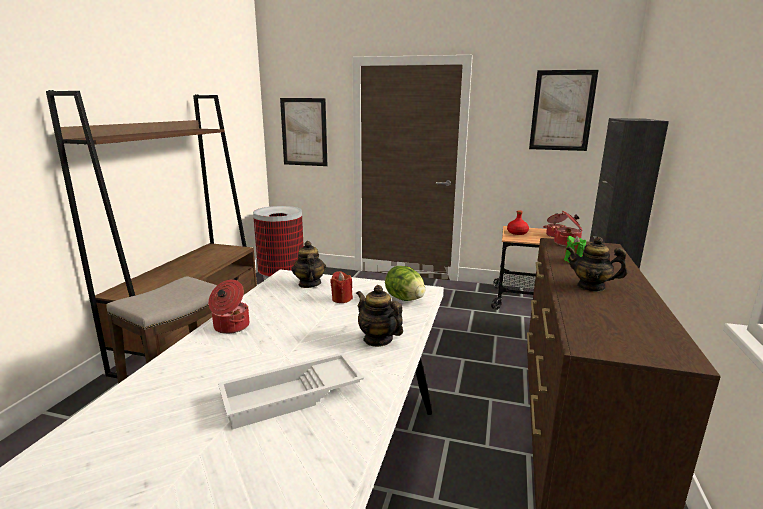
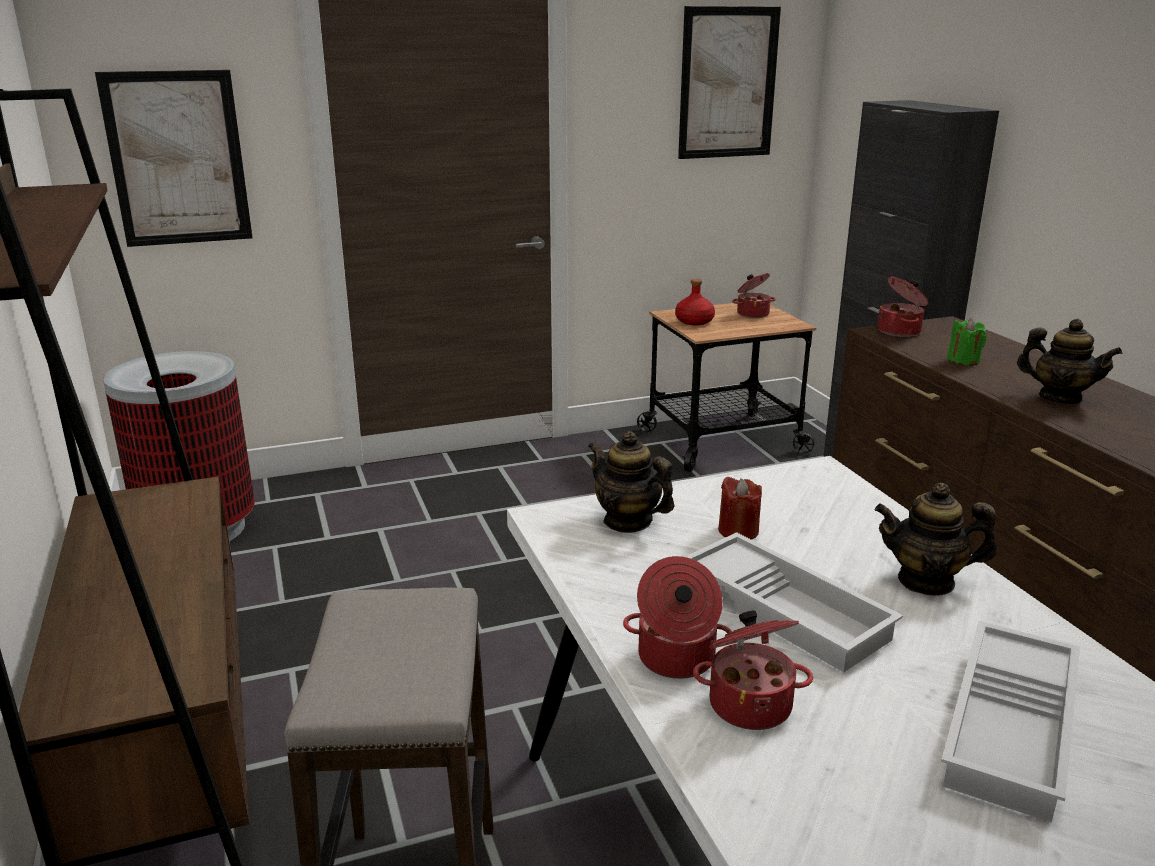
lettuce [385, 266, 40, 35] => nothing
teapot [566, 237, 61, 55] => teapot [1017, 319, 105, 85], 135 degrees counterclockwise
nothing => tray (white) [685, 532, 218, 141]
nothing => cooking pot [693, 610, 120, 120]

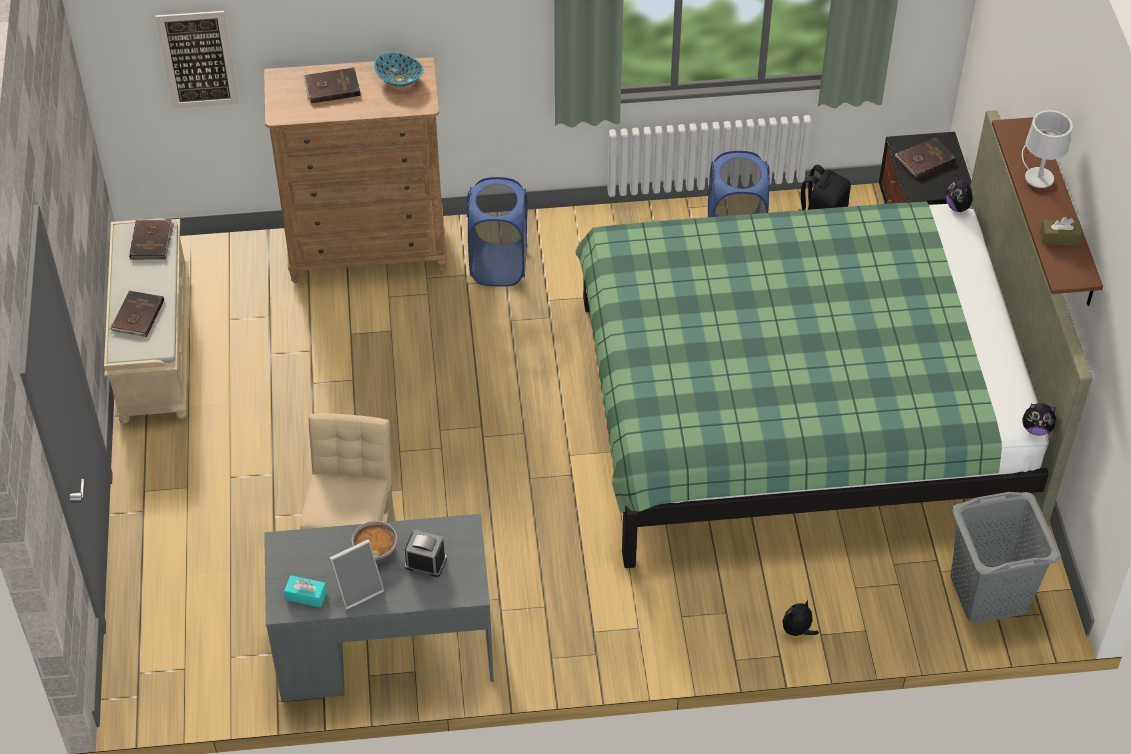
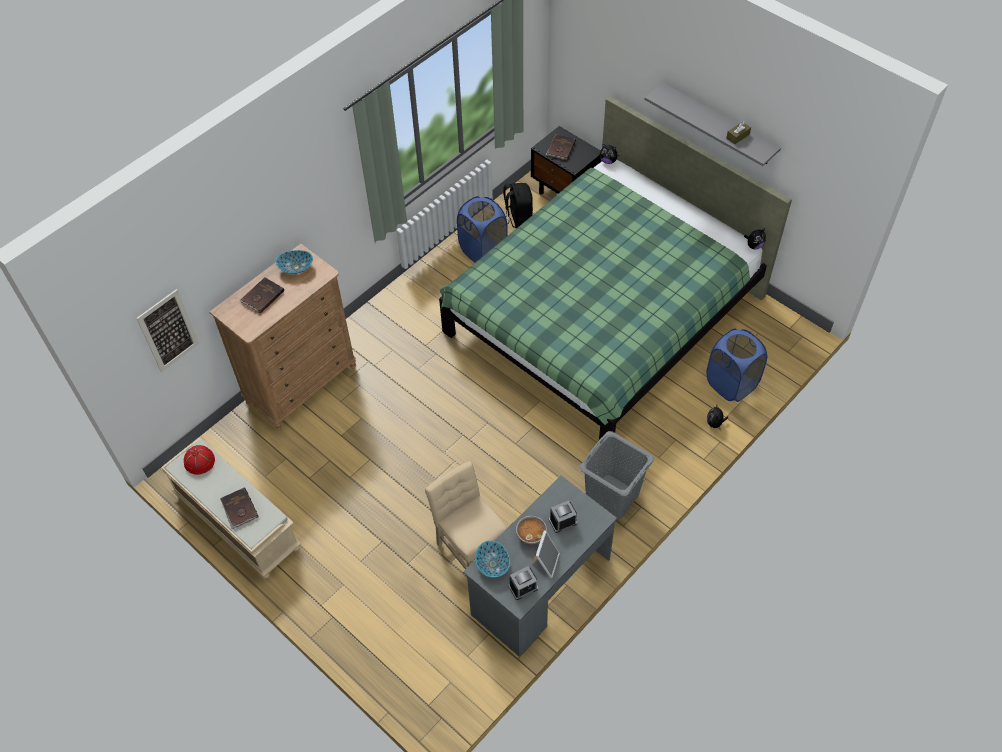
book (brown) [129, 220, 45, 39] => hat (red) [184, 445, 31, 30]
tissue box (turquoise) [284, 575, 43, 32] => alarm clock [509, 566, 29, 34]
laundry basket (blue) [467, 177, 61, 110] => laundry basket (blue) [706, 328, 61, 74], move
laundry basket (grey) [951, 492, 110, 131] => laundry basket (grey) [579, 431, 75, 89], move
shelf (brown) [992, 117, 111, 189] => shelf (grey) [645, 83, 136, 83]
table lamp (white) [1022, 110, 51, 78] => nothing
nothing => bowl [475, 540, 35, 37]

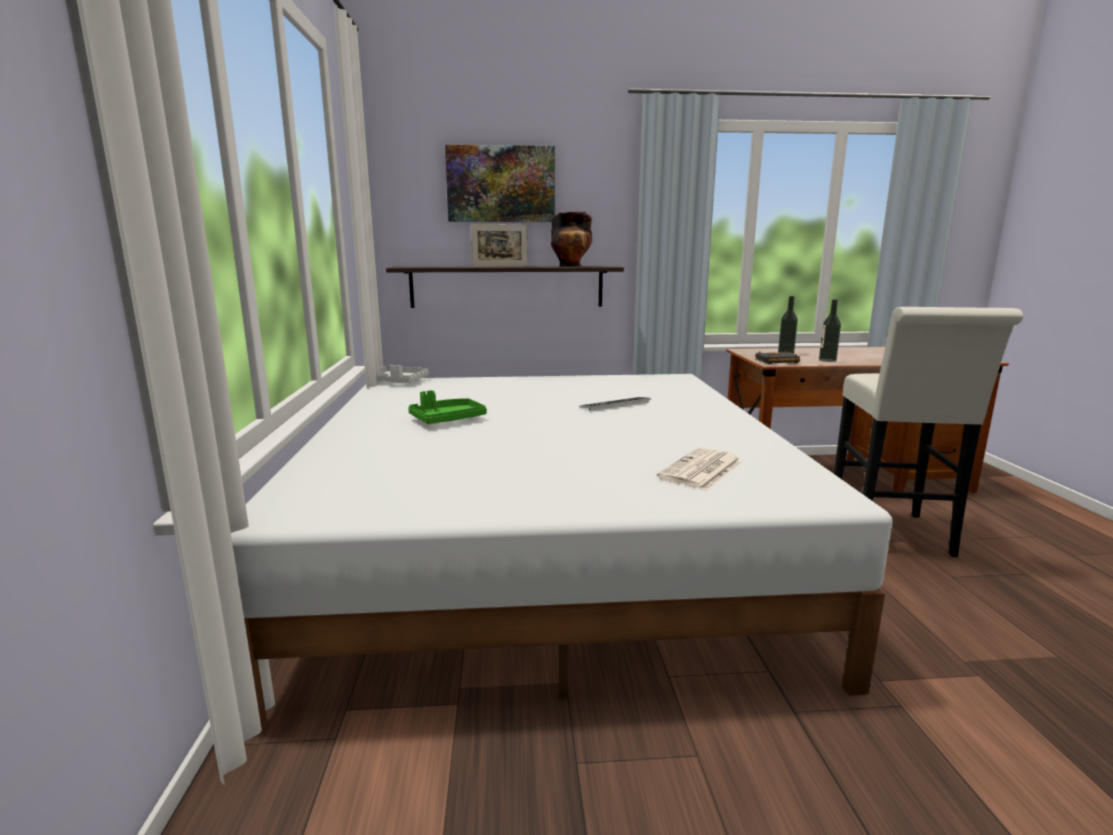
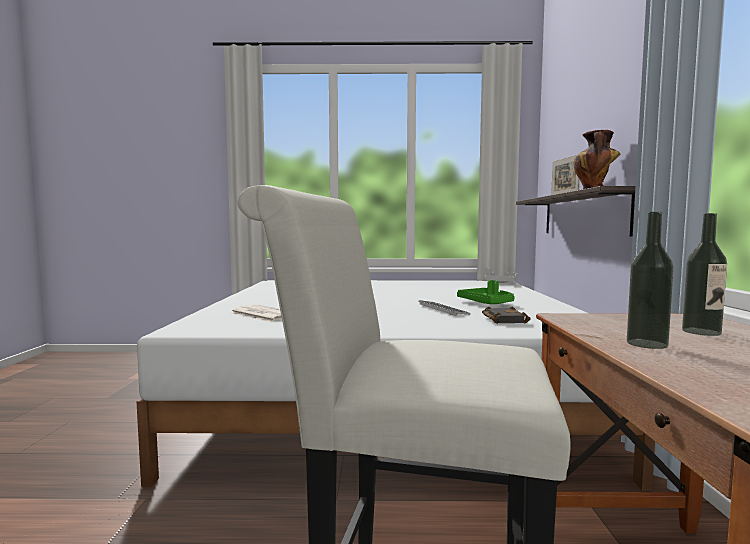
tray (green) [408, 390, 79, 34] => tray (green) [457, 280, 58, 24], move
picture [445, 145, 110, 77] => nothing
book (black) [755, 351, 45, 13] => book (black) [482, 306, 49, 18], move

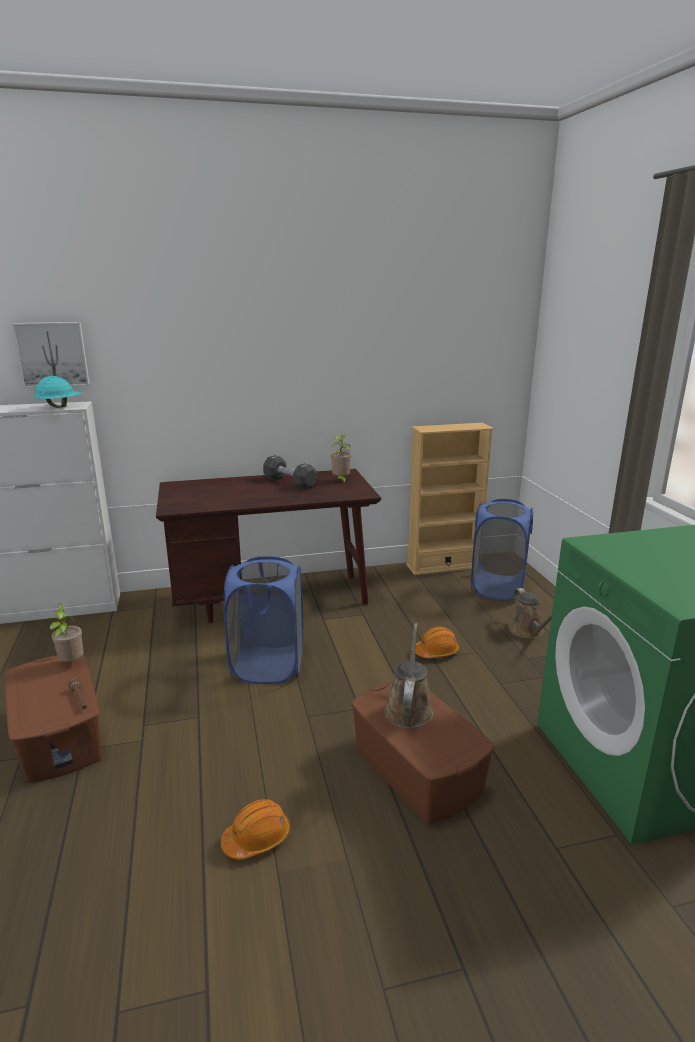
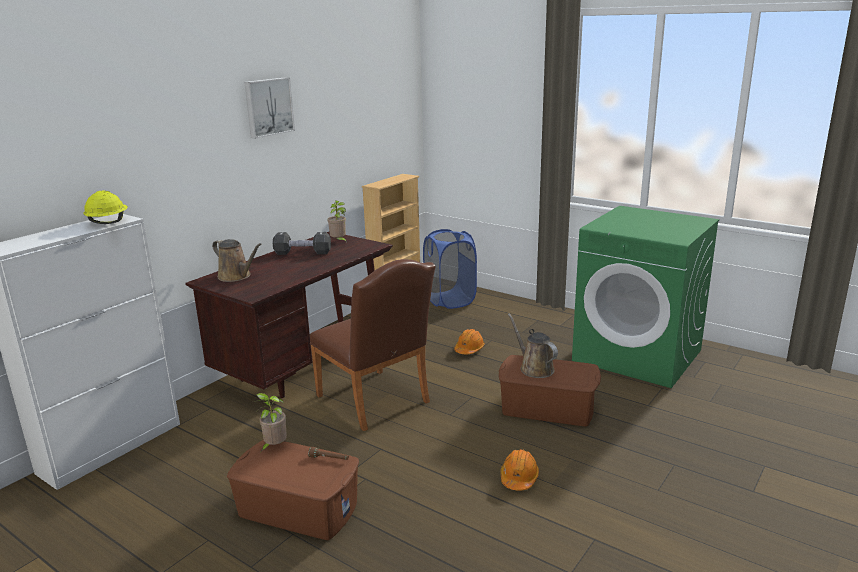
picture [12, 322, 78, 66] => picture [244, 77, 51, 61], move
hard hat (turquoise) [34, 376, 47, 32] => hard hat (yellow) [83, 191, 45, 33]
laundry basket (blue) [224, 556, 79, 128] => chair (brown) [310, 259, 126, 172]
watering can (brown) [508, 588, 44, 51] => watering can (brown) [212, 239, 50, 43], move

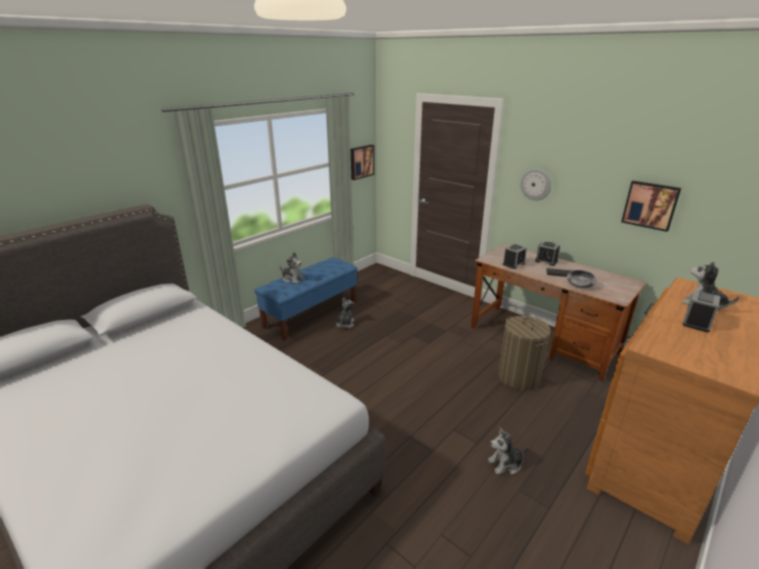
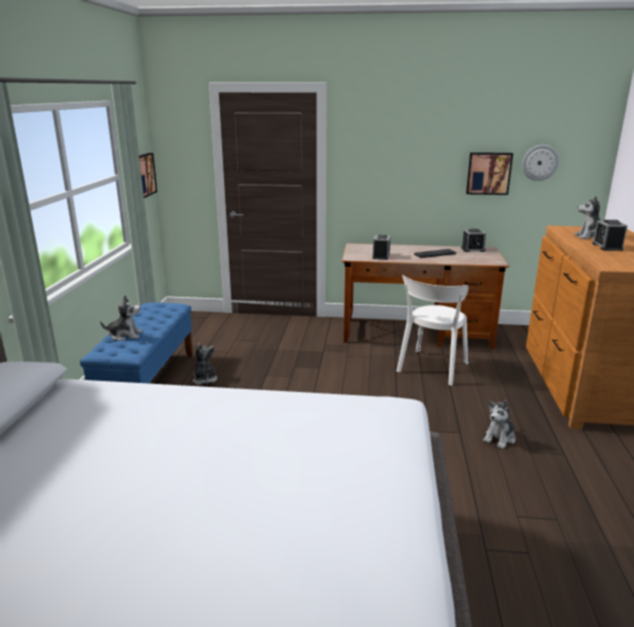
laundry basket [498, 316, 53, 75] => chair (white) [397, 275, 72, 111]
wall clock [521, 169, 30, 31] => wall clock [522, 145, 37, 36], move
alarm clock [535, 241, 25, 25] => alarm clock [461, 229, 25, 23], move
bowl [566, 270, 31, 18] => nothing

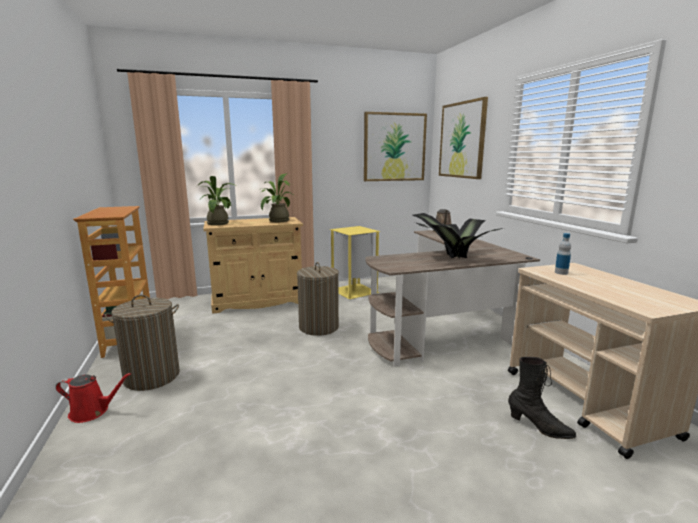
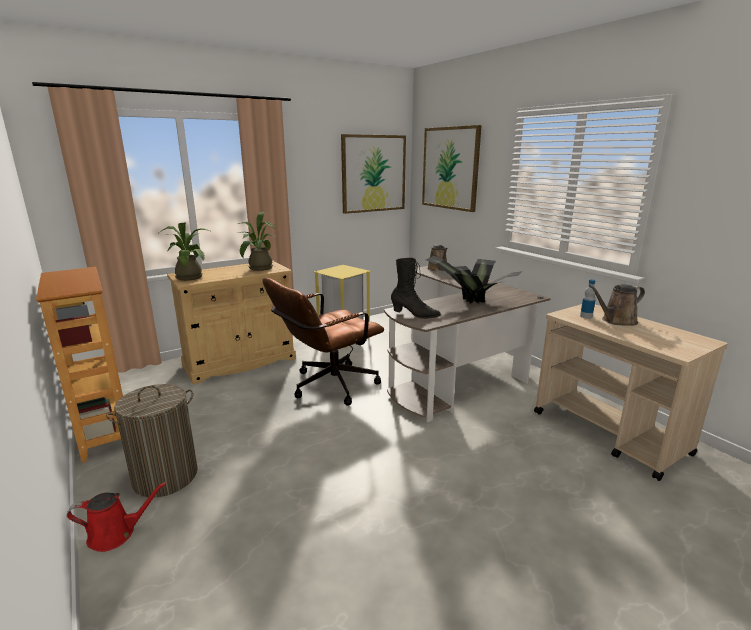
laundry basket [297, 262, 42, 74] => office chair (brown) [263, 278, 121, 128]
boot (black) [508, 357, 68, 82] => boot (black) [391, 258, 50, 61], move
nothing => watering can (brown) [589, 284, 56, 42]

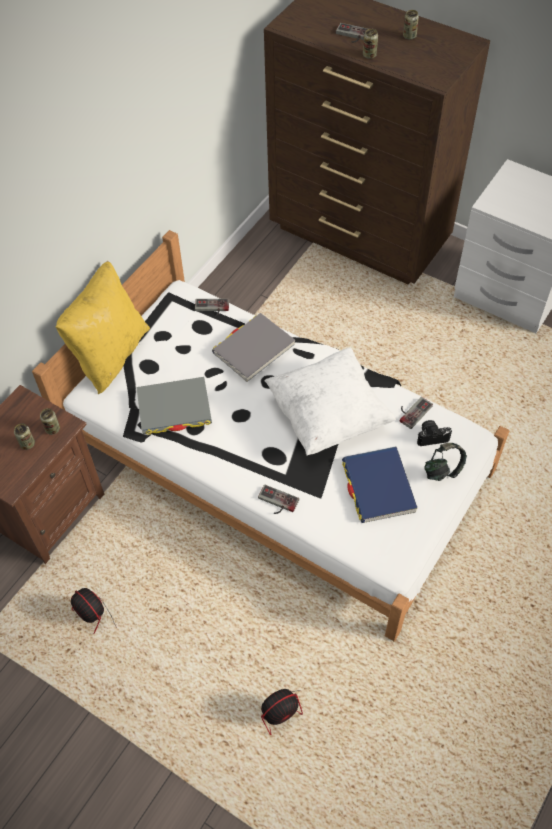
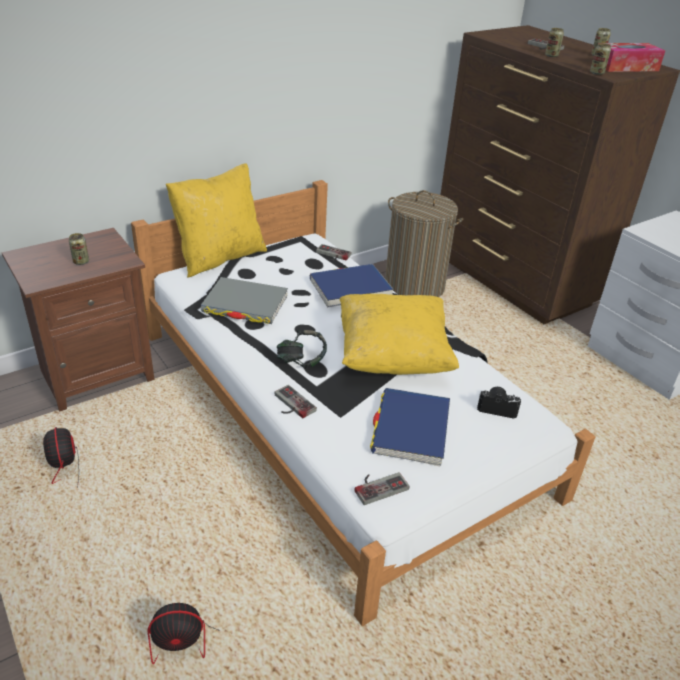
can [40, 408, 20, 27] => can [590, 43, 21, 32], move
book (grey) [212, 313, 83, 69] => book (blue) [310, 264, 84, 44]
pillow (white) [264, 347, 132, 108] => pillow (yellow) [340, 294, 119, 81]
game controller [400, 397, 33, 32] => game controller [355, 472, 54, 33], move
headphones [424, 443, 43, 38] => headphones [277, 330, 50, 39], move
nothing => laundry basket [385, 190, 79, 107]
nothing => tissue box [598, 43, 67, 29]

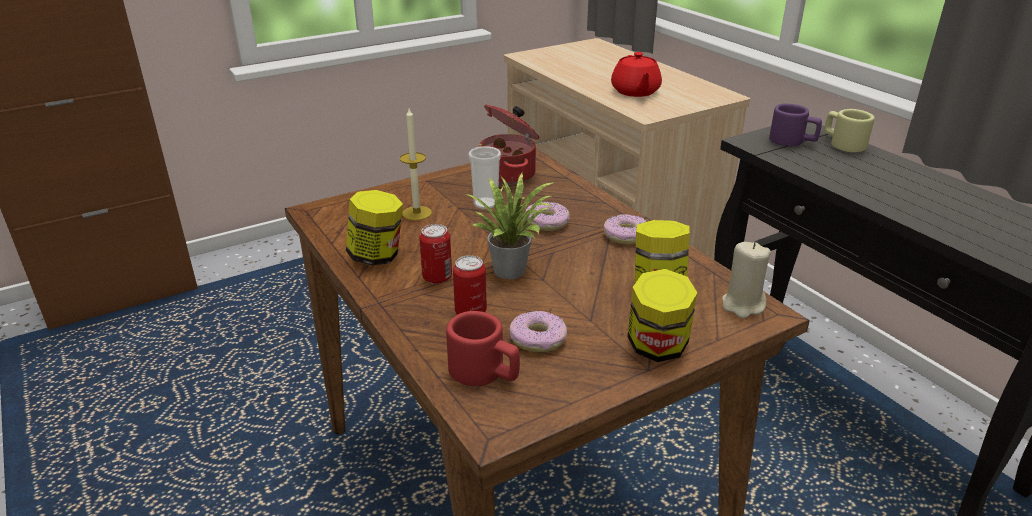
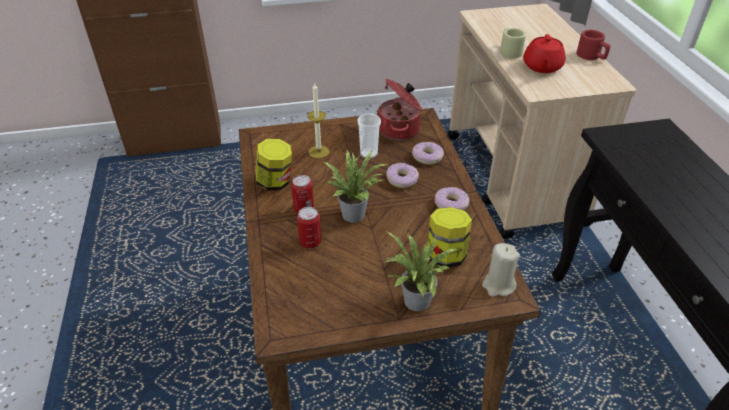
mug (red) [446, 311, 74, 75] => mug (red) [576, 30, 34, 30], move
donut [509, 311, 58, 41] => donut [412, 142, 32, 23], move
jar [627, 269, 70, 93] => potted plant [385, 232, 73, 79]
mug (purple) [769, 104, 53, 42] => nothing
mug (beige) [825, 109, 50, 43] => mug (beige) [500, 28, 26, 30], move

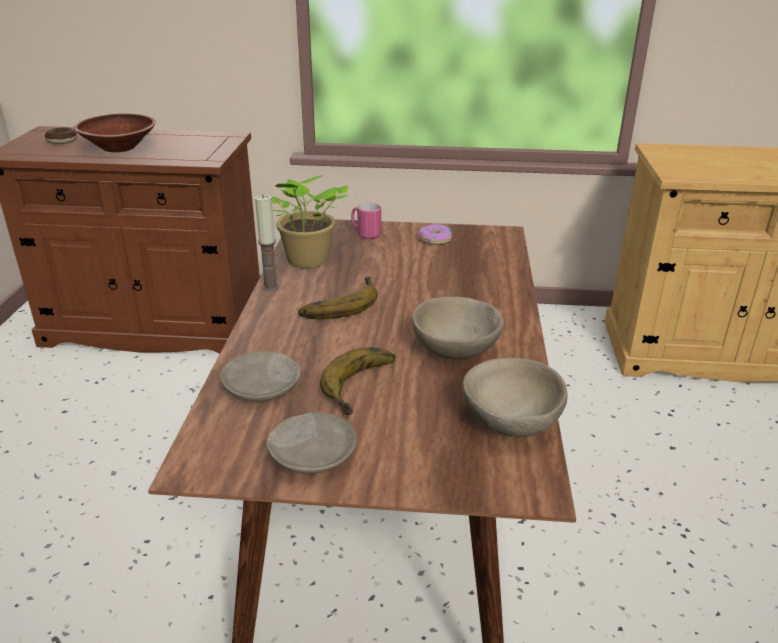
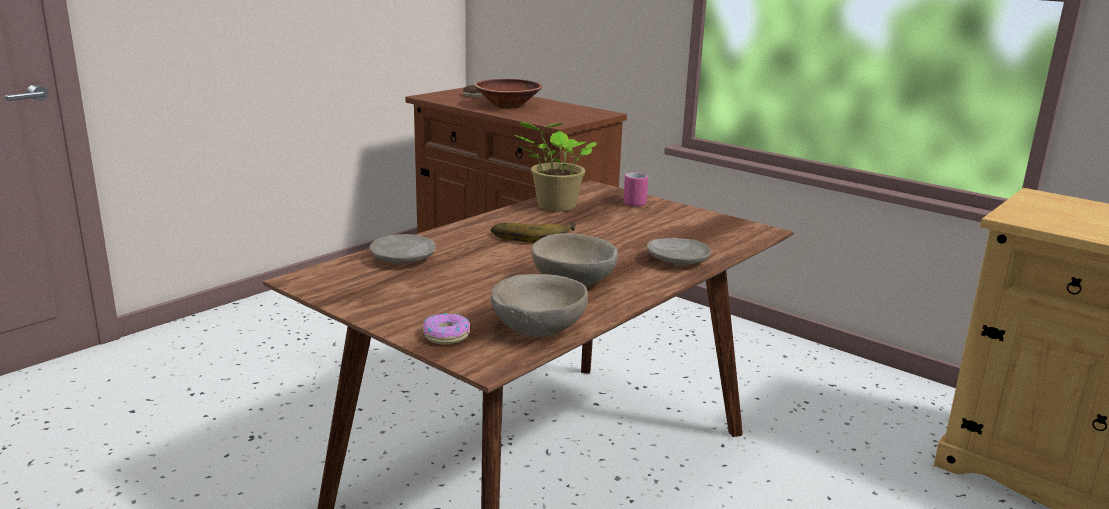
candle [255, 194, 24, 97] => nothing
plate (beige) [266, 412, 91, 62] => plate (beige) [647, 238, 64, 28], move
banana [320, 347, 75, 68] => nothing
donut [418, 224, 34, 21] => donut [423, 313, 47, 31], move

